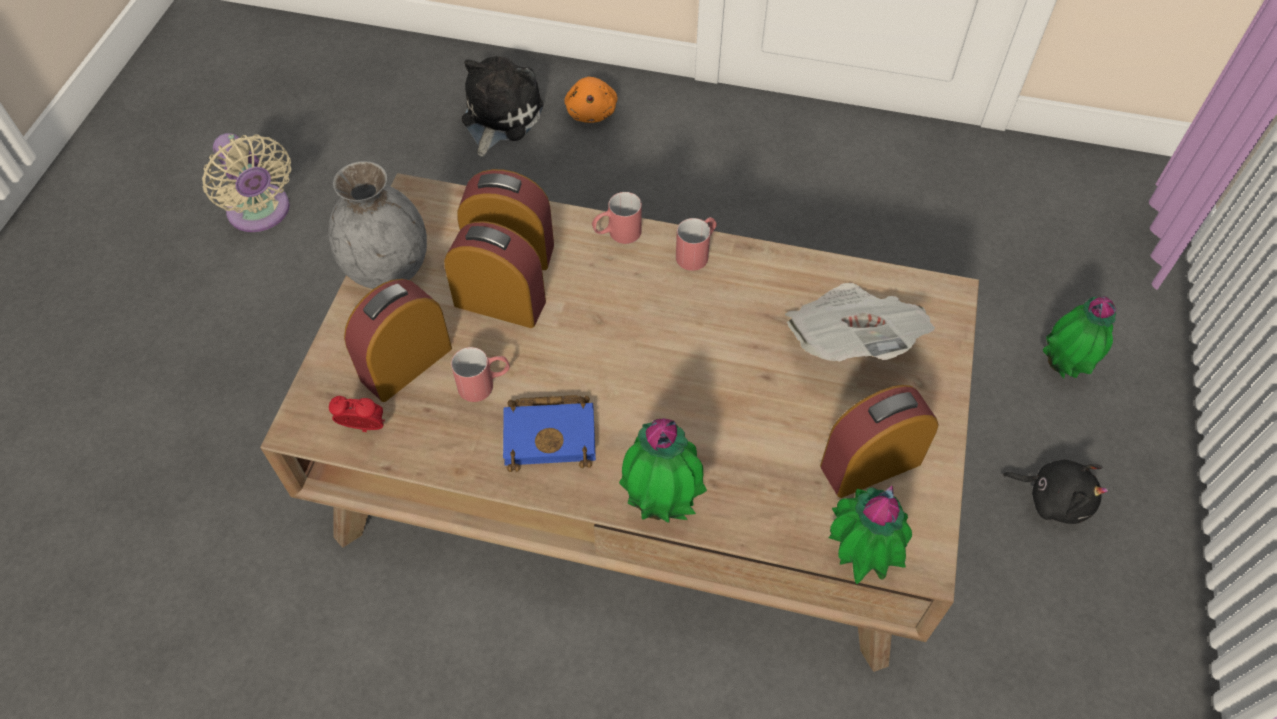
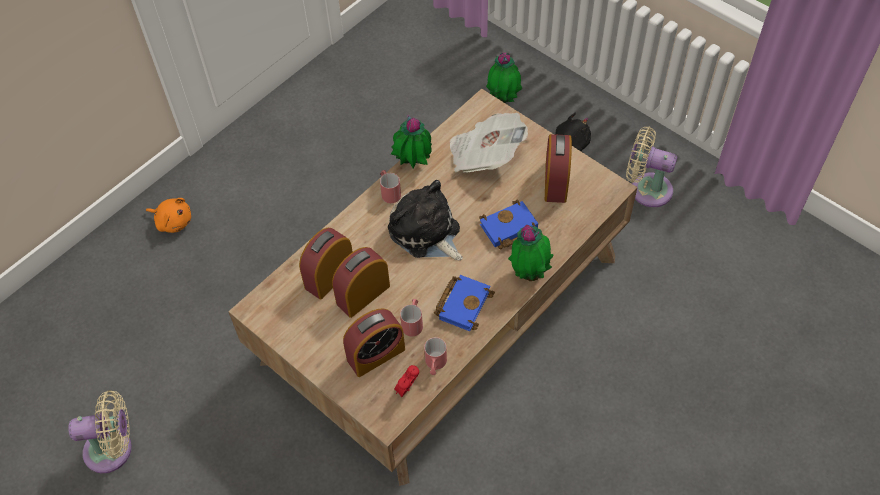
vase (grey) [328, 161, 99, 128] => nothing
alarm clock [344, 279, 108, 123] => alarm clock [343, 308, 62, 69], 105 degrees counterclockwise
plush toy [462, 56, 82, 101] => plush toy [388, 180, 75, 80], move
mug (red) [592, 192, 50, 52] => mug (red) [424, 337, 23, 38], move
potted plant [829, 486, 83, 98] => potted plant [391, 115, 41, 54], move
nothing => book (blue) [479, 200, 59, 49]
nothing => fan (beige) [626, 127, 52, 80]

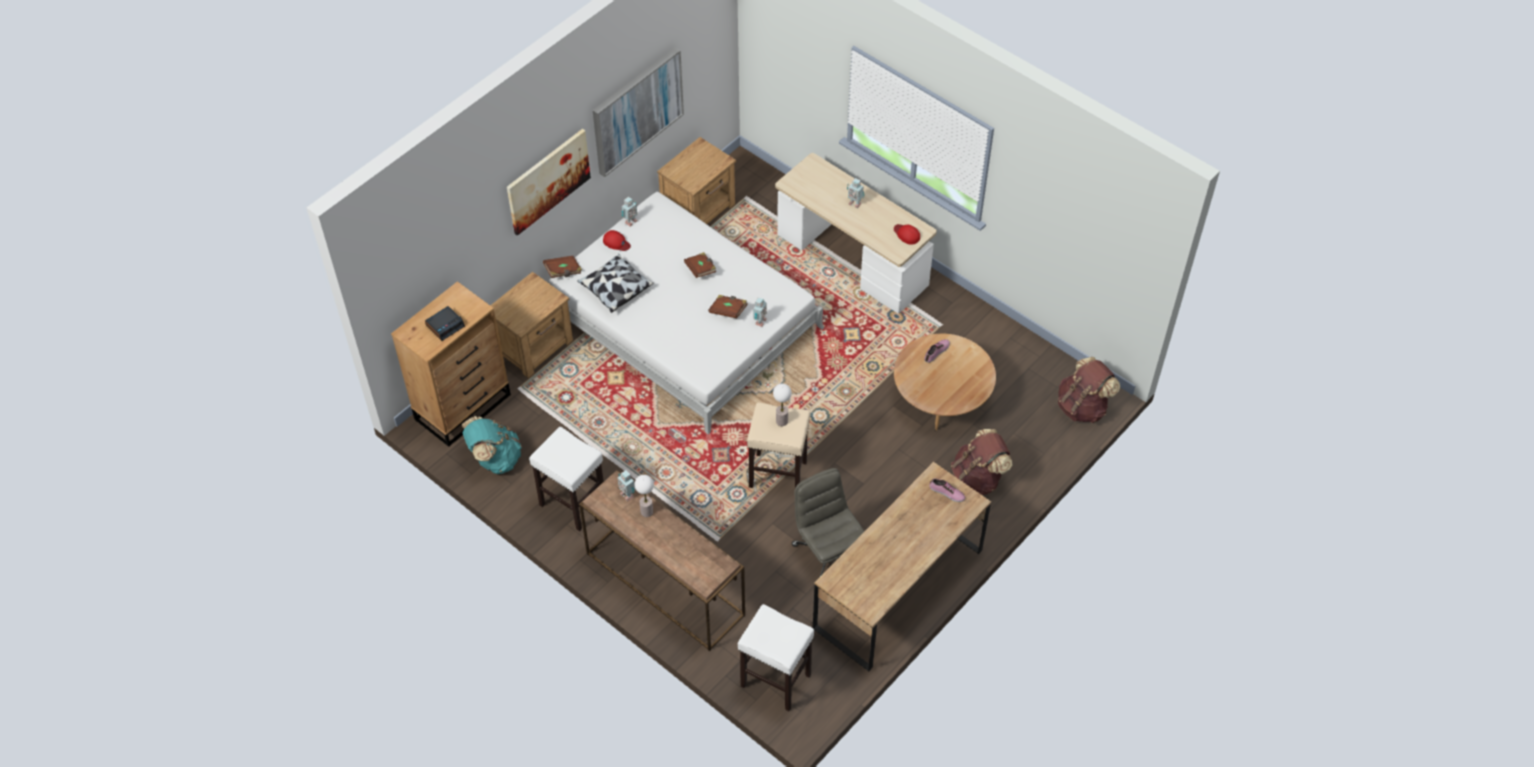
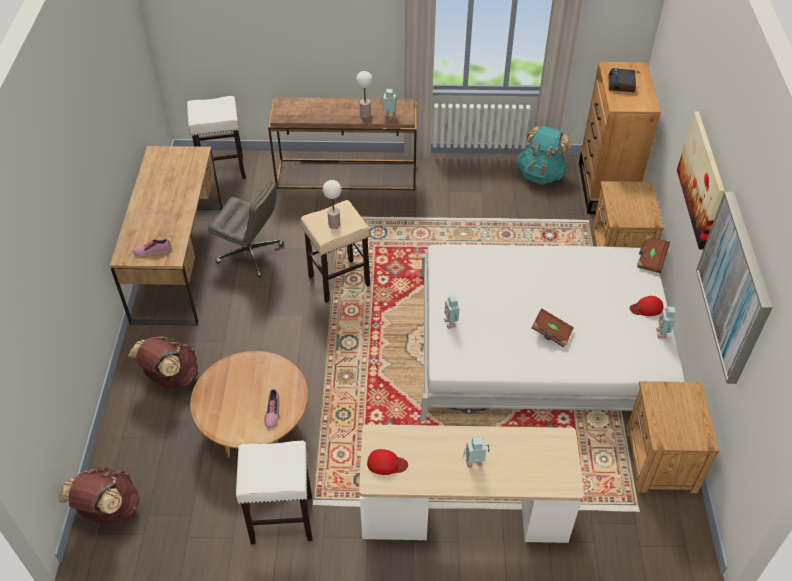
stool (white) [529, 427, 75, 104] => stool (white) [236, 441, 76, 103], move
pillow [577, 254, 76, 59] => nothing
book (brown) [708, 295, 40, 23] => nothing

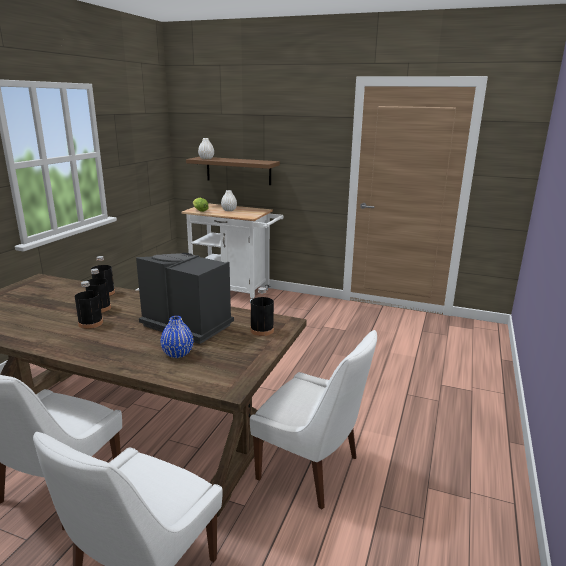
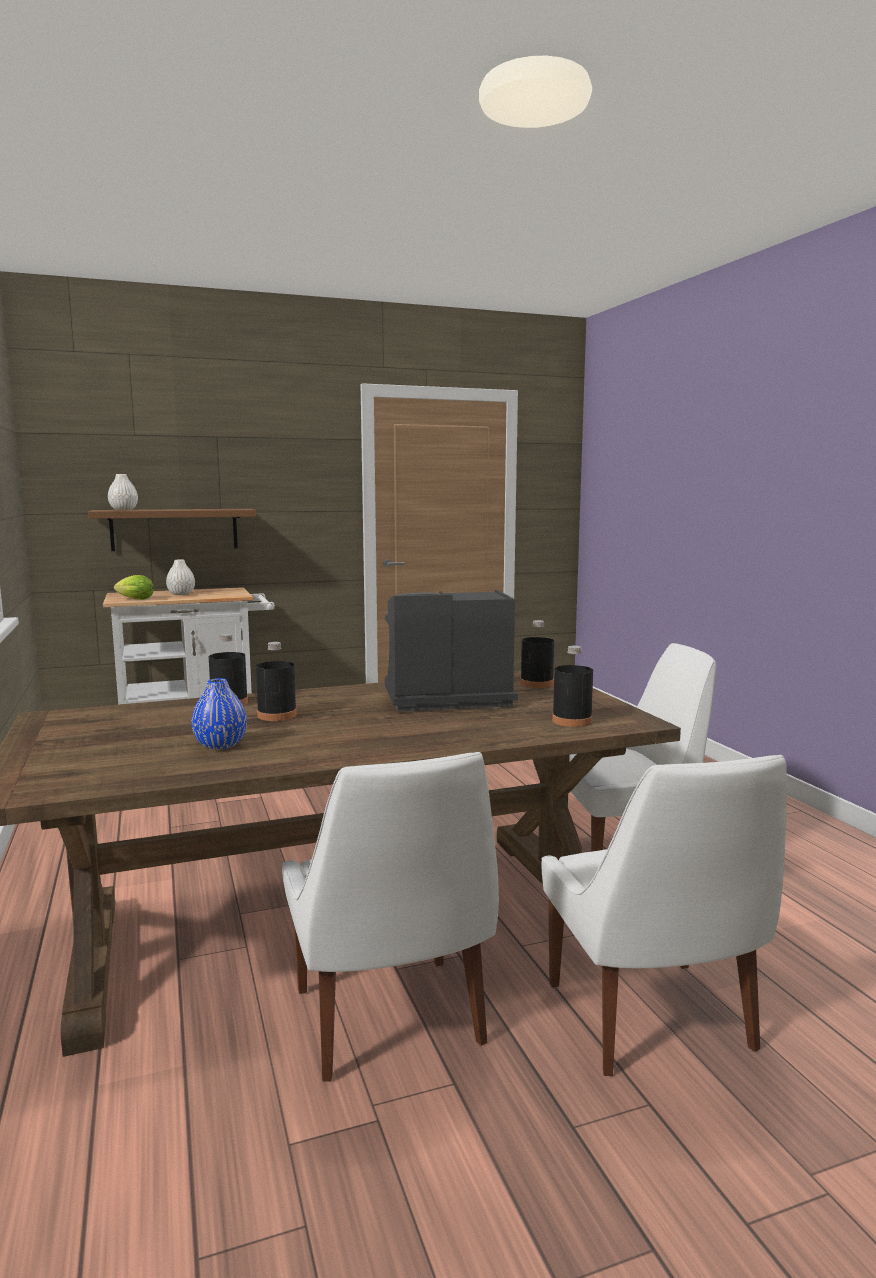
bottle (black) [75, 281, 28, 48] => bottle (black) [552, 646, 41, 81], move
vase (blue) [161, 316, 32, 42] => vase (blue) [191, 678, 56, 72], move

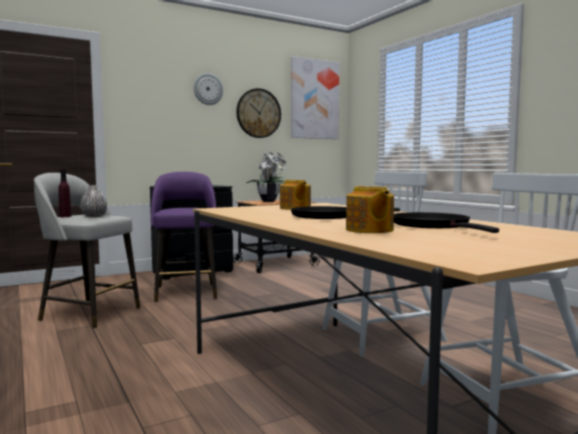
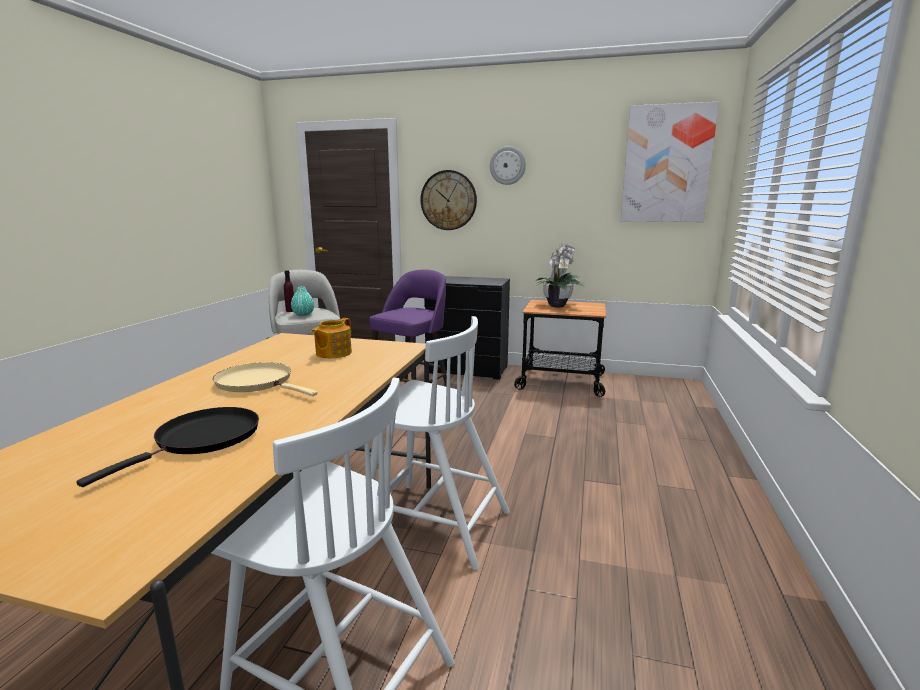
vase (grey) [80, 185, 27, 32] => vase (turquoise) [291, 287, 23, 29]
wall clock [236, 88, 45, 50] => wall clock [420, 170, 57, 60], move
frying pan (black) [291, 206, 109, 13] => frying pan (beige) [213, 362, 105, 34]
teapot [346, 186, 48, 47] => nothing

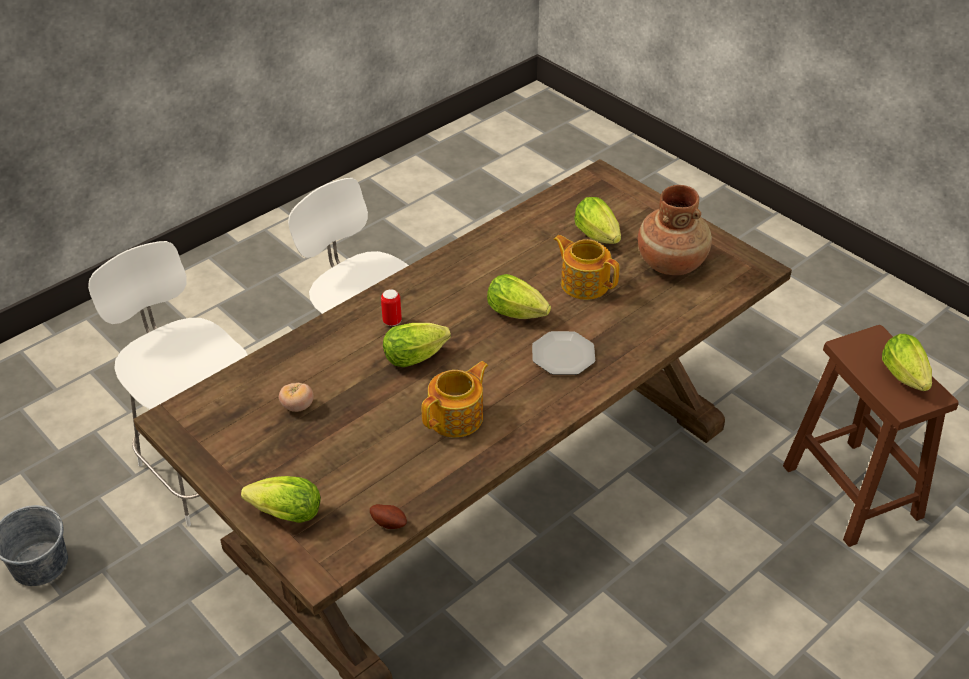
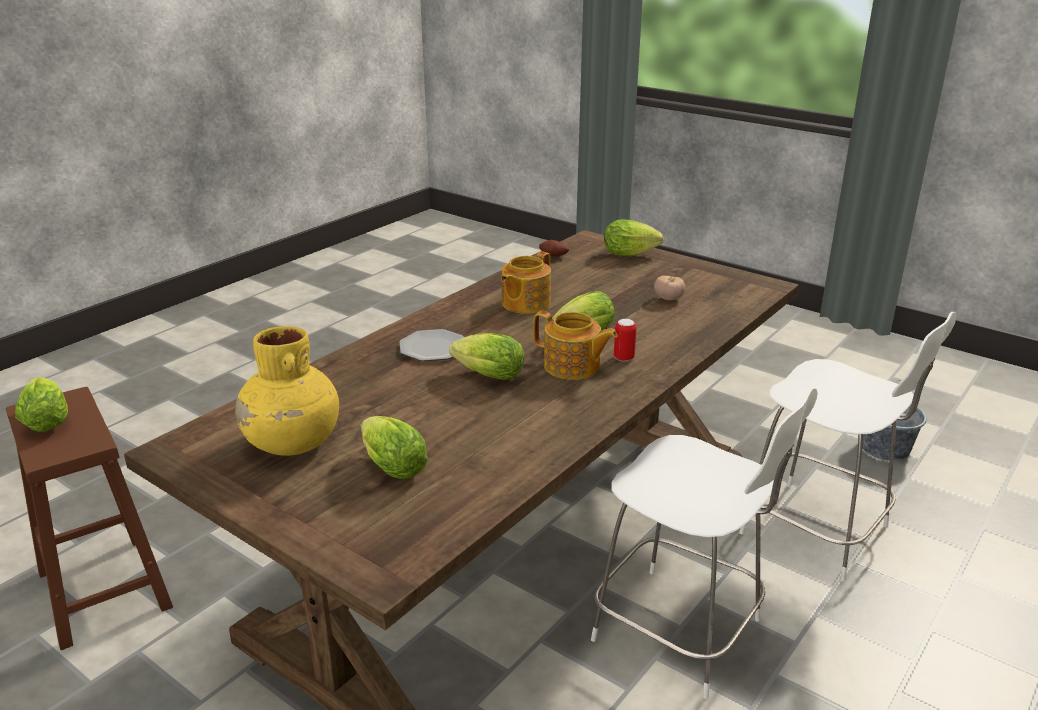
teapot [553, 235, 66, 65] => teapot [533, 311, 84, 69], move
vase (brown) [638, 185, 74, 90] => vase (yellow) [235, 326, 104, 130]

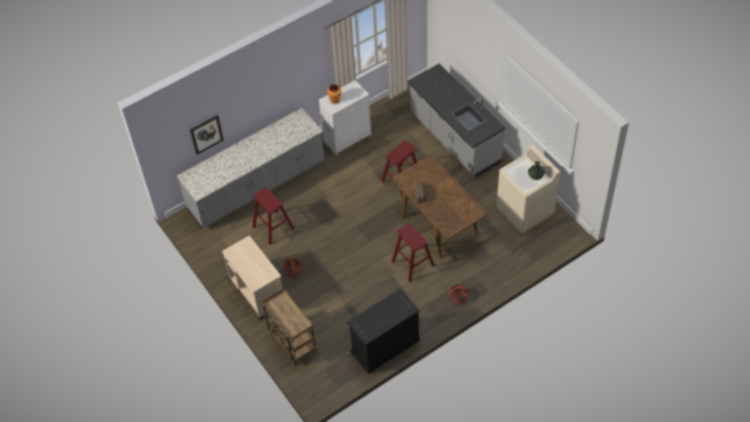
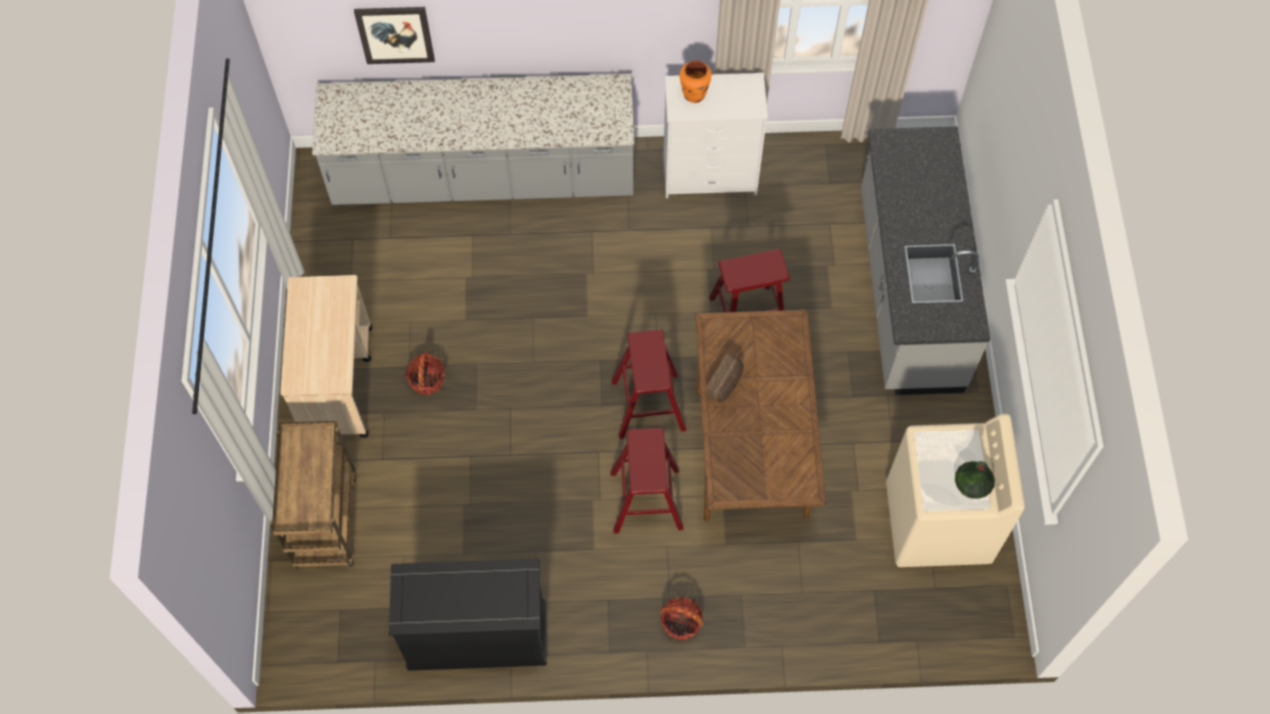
stool (red) [252, 187, 42, 58] => stool (red) [611, 329, 75, 110], move

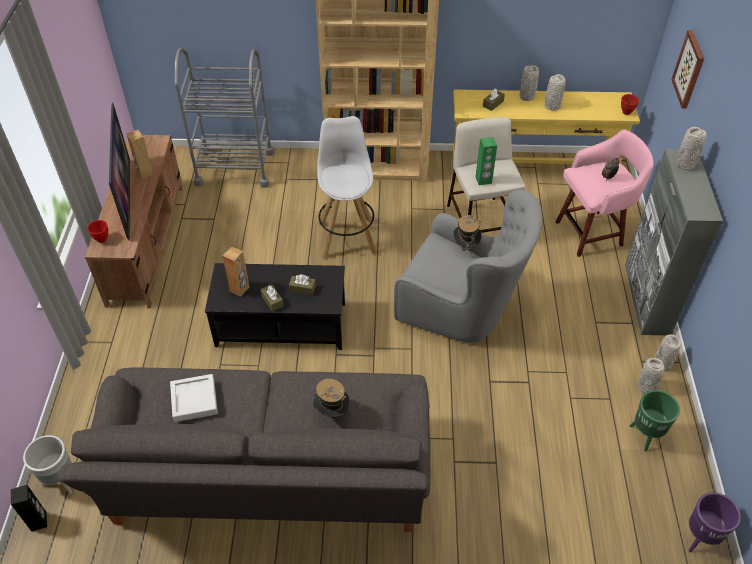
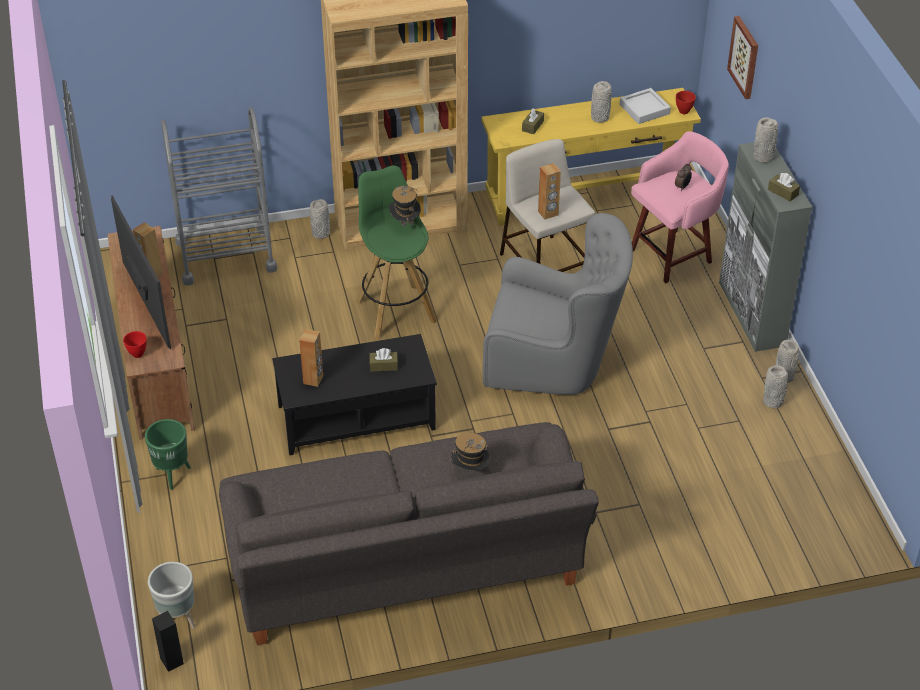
tray (grey) [170, 374, 48, 48] => tray (grey) [619, 88, 52, 36], move
tissue box (brown) [260, 284, 24, 28] => tissue box (brown) [768, 173, 32, 28], move
stool (white) [317, 116, 60, 143] => stool (green) [356, 165, 81, 173]
hat [454, 215, 27, 42] => hat [389, 186, 32, 41], move
speaker (green) [476, 137, 21, 48] => speaker (brown) [538, 163, 23, 57]
vase (grey) [520, 65, 19, 36] => vase (grey) [310, 199, 20, 40], move
planter (green) [630, 390, 50, 62] => planter (green) [145, 419, 46, 71], move
planter (purple) [688, 492, 53, 60] => nothing

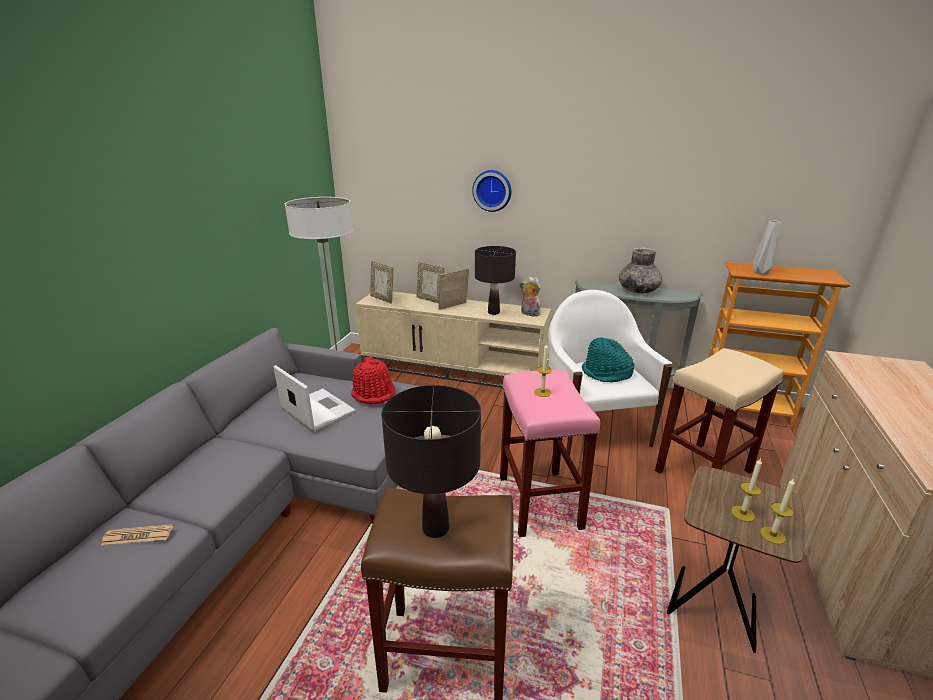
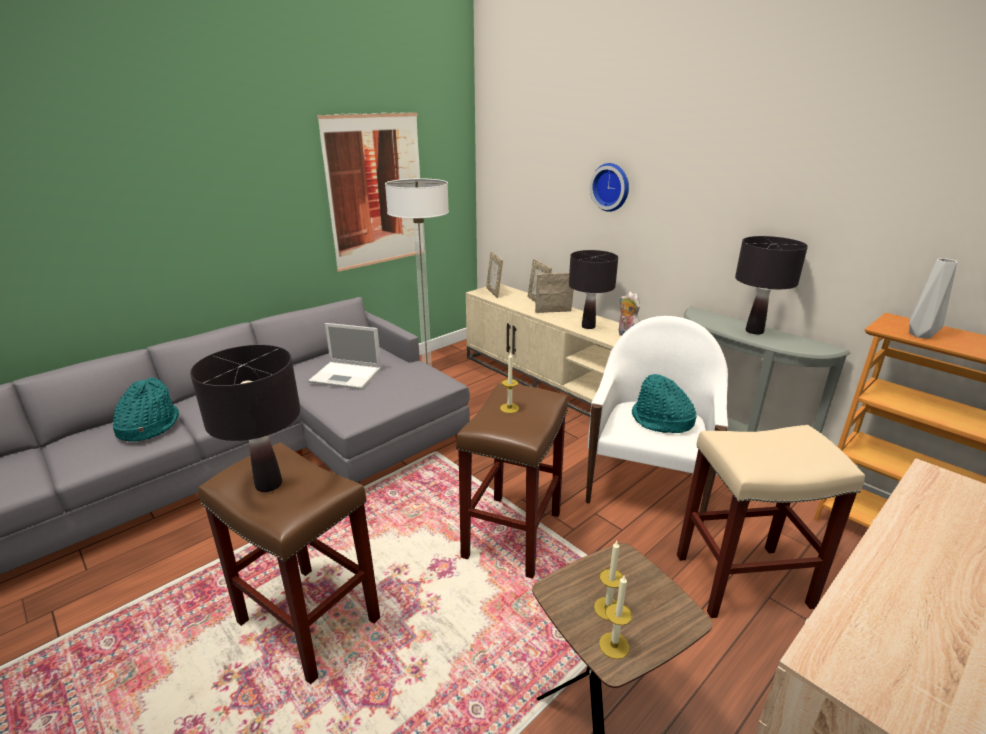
newspaper [101, 524, 72, 22] => hat (turquoise) [112, 377, 67, 64]
laptop [273, 365, 82, 66] => laptop [308, 323, 73, 66], 120 degrees clockwise
hat (red) [351, 356, 45, 49] => nothing
stool (pink) [500, 370, 100, 167] => stool (brown) [456, 383, 112, 196]
vase (grey) [619, 247, 43, 47] => table lamp (black) [735, 236, 73, 98]
nothing => picture [317, 112, 103, 160]

